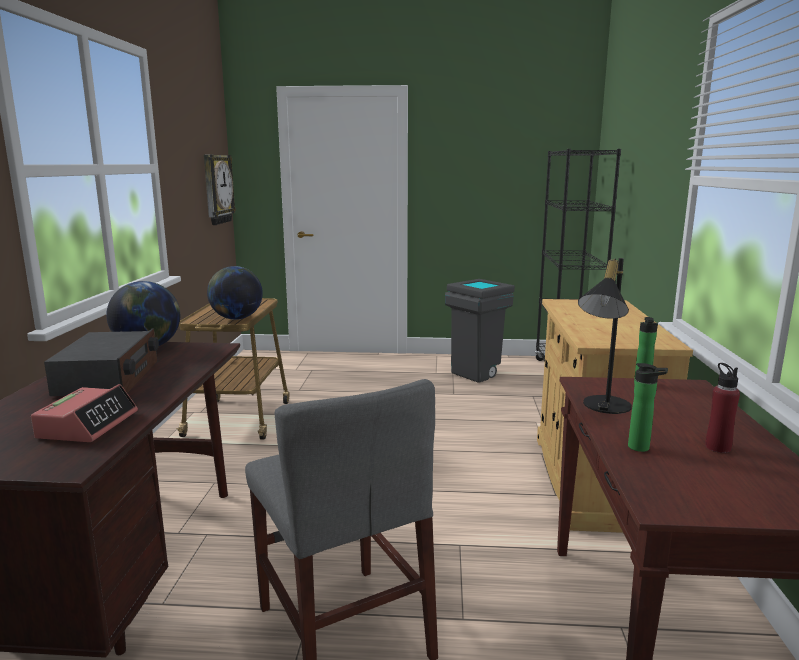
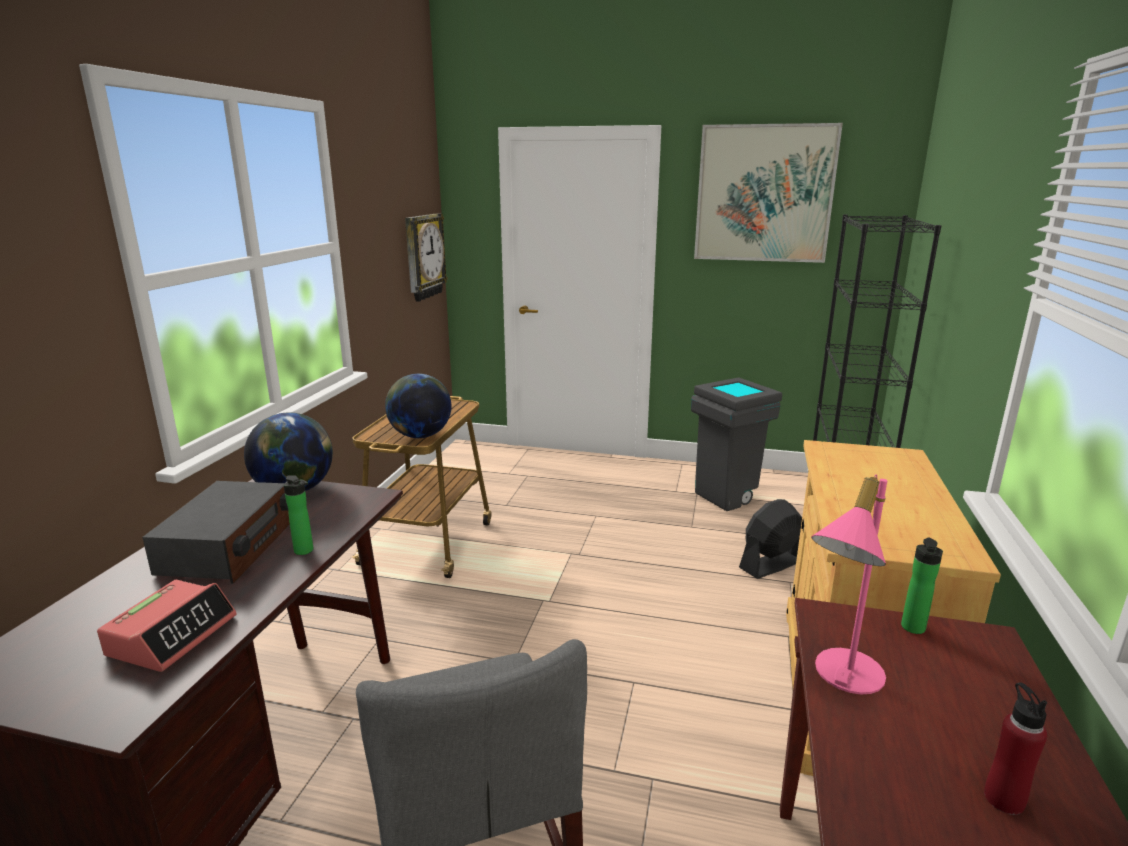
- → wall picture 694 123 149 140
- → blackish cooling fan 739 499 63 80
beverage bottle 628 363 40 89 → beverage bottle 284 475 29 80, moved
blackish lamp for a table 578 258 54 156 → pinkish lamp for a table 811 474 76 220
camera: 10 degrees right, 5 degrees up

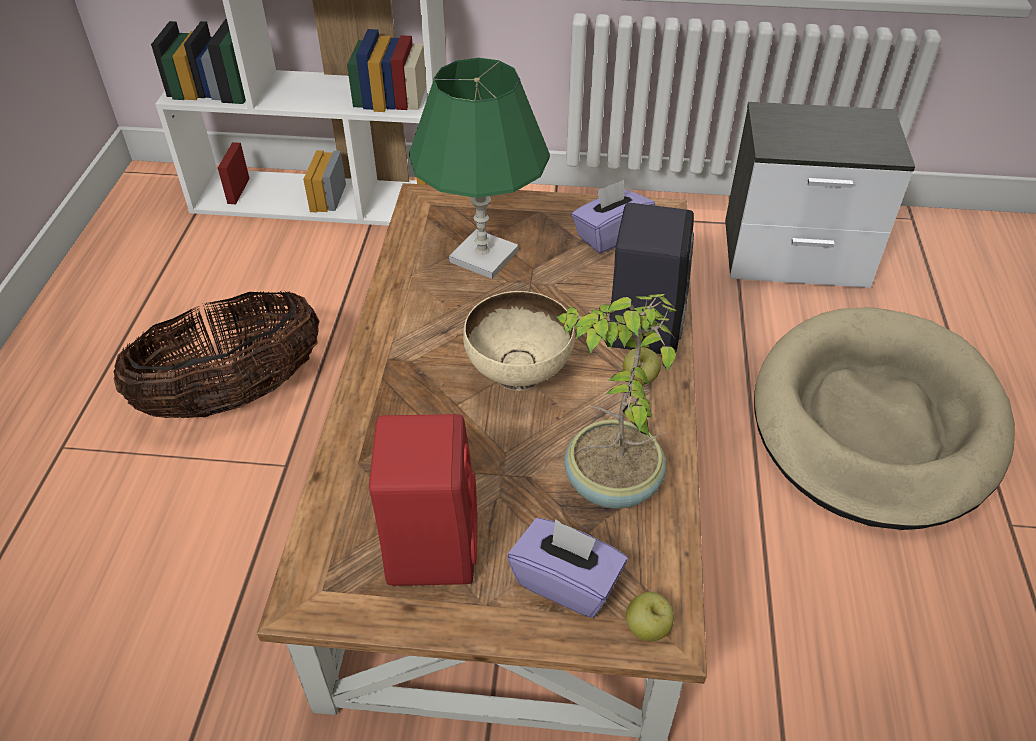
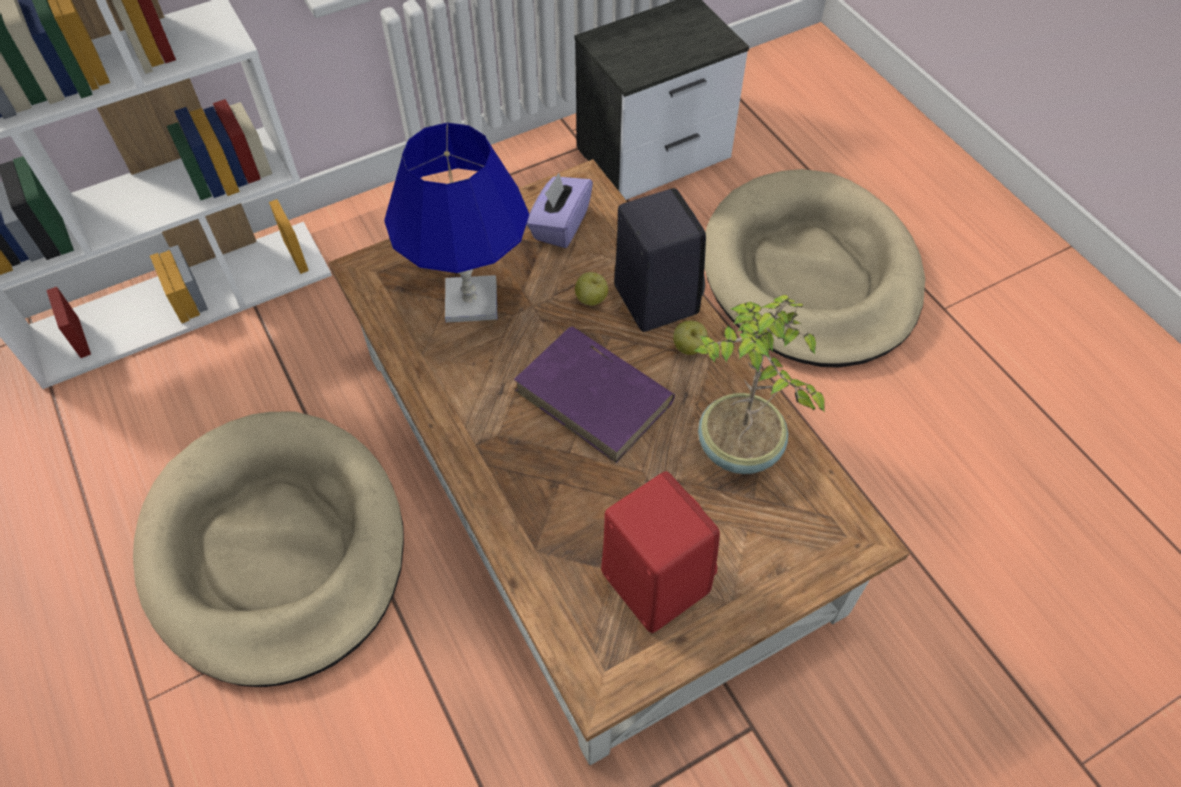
purple-coloured box of tissues 508 518 119 100 → -
apple fruit 626 592 48 49 → apple fruit 575 272 33 34, moved
basket 114 291 205 127 → beige dog cushion 133 412 271 275
beige serving bowl 463 291 112 100 → purple-coloured bound book 514 327 161 136
green lamp for a table 409 57 141 222 → blue-coloured lamp for a table 385 123 144 200
camera: 35 degrees left, 10 degrees up

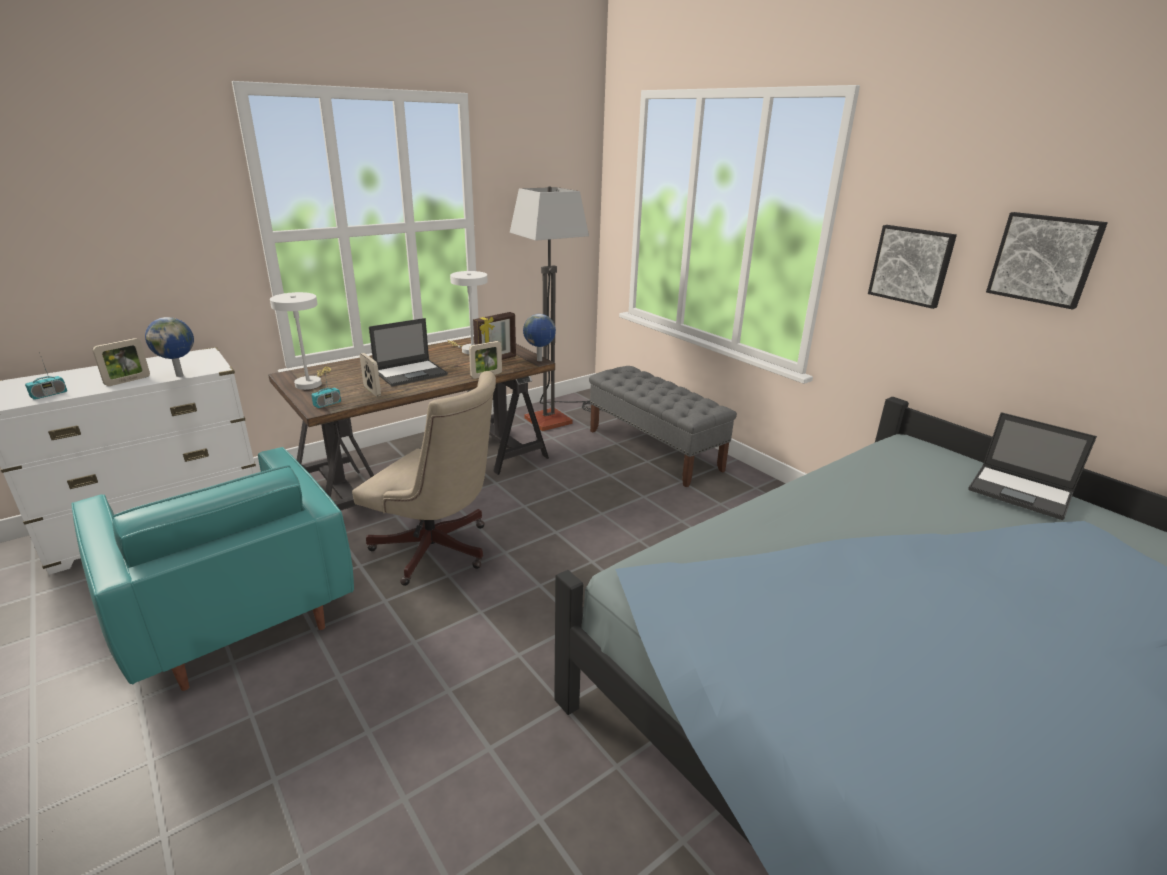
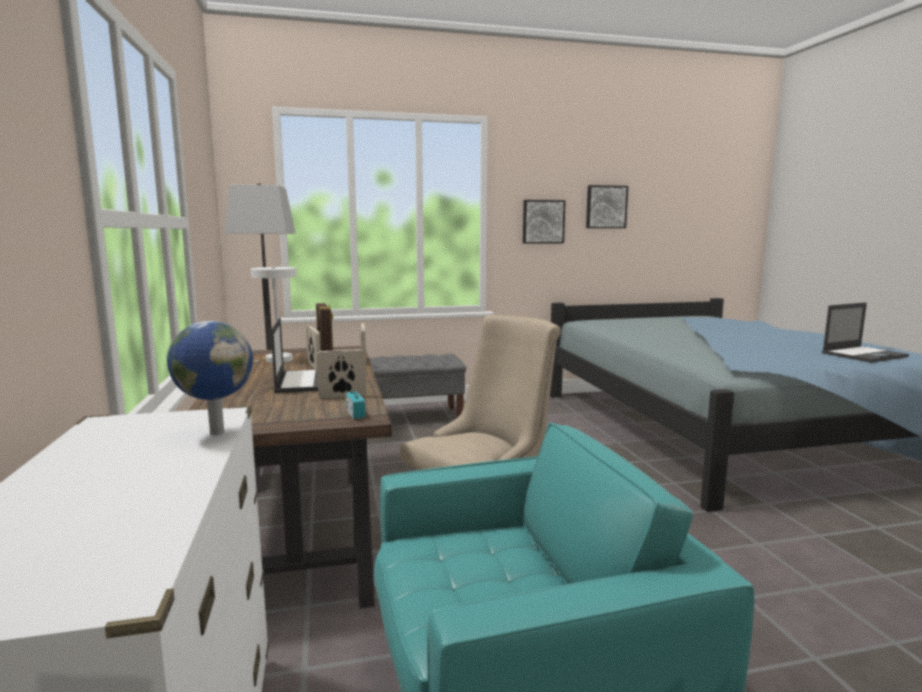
radio receiver 25 352 42 48 → -
white-coloured lamp for a table 270 292 61 98 → -
desk globe 523 314 33 47 → -
photo frame 92 338 58 48 → photo frame 306 326 14 44, moved
laptop 968 412 129 108 → laptop 822 302 87 61, moved
camera: 65 degrees left, 15 degrees down

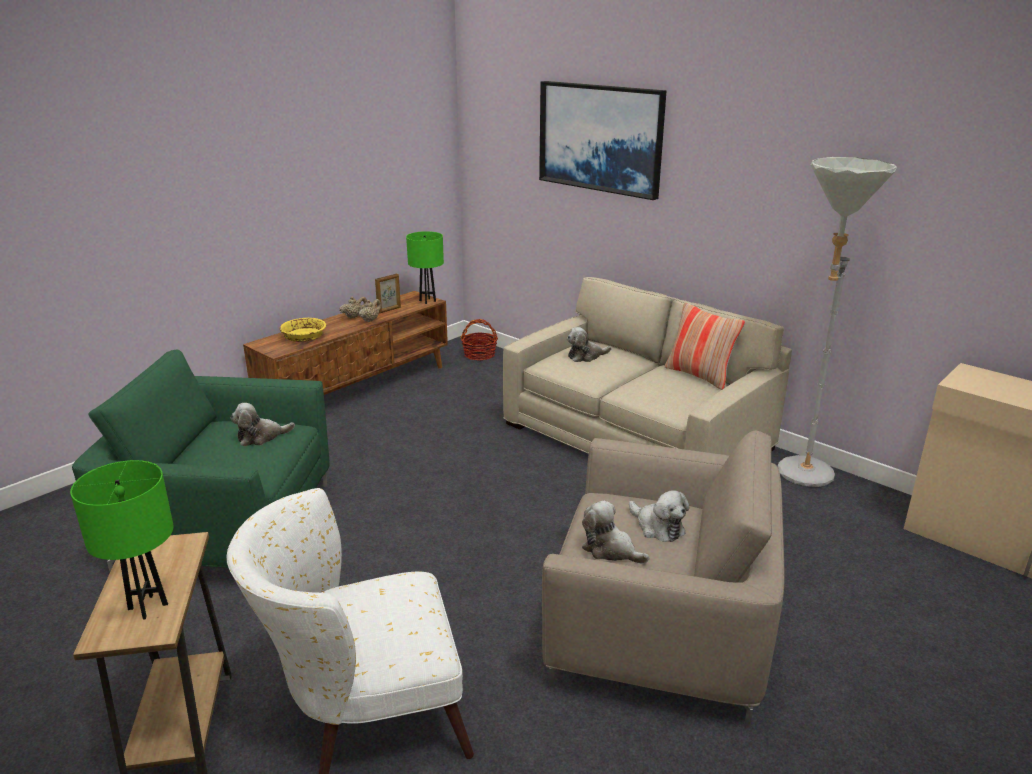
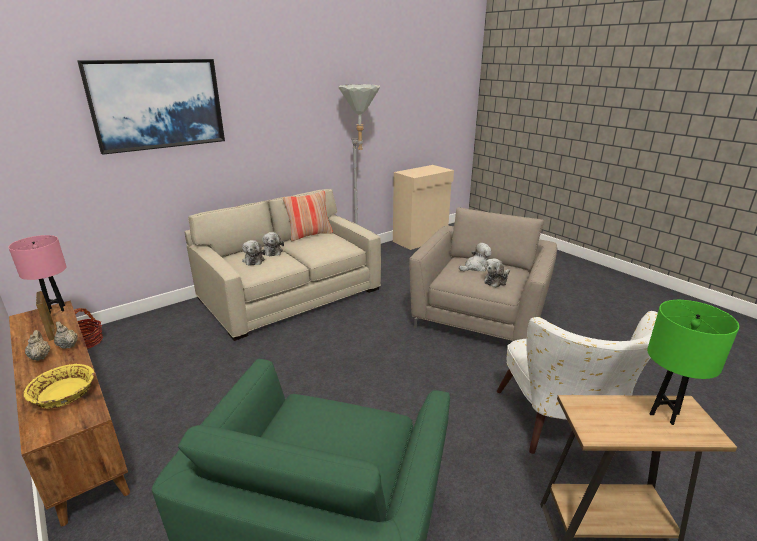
soft toy 231 403 64 43 → soft toy 262 232 22 25, moved
green lamp for a table 406 231 38 73 → pinkish lamp for a table 8 235 59 79
camera: 80 degrees left, 0 degrees up

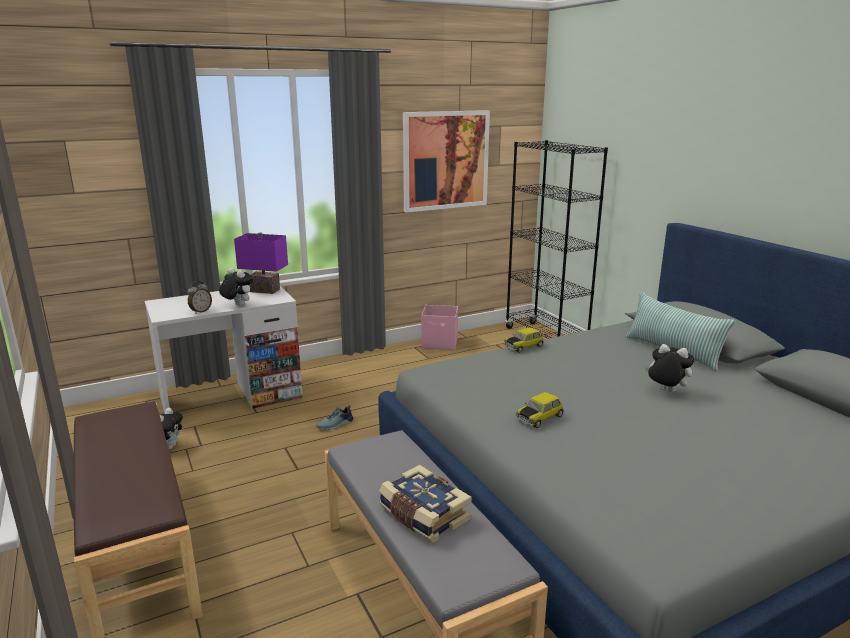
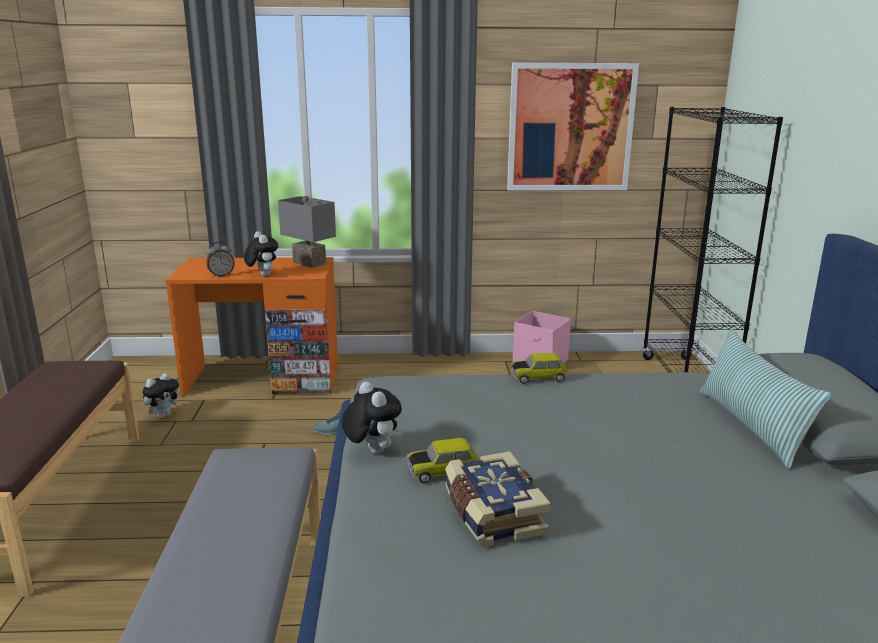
bound book 379 465 93 78 → bound book 445 451 106 96, moved
soft toy 645 344 49 49 → soft toy 342 381 60 73, moved
white-coloured desk 145 286 158 127 → orange desk 166 257 172 139
purple-coloured lamp for a table 234 233 54 61 → gray lamp for a table 278 196 58 72
camera: 25 degrees right, 0 degrees up

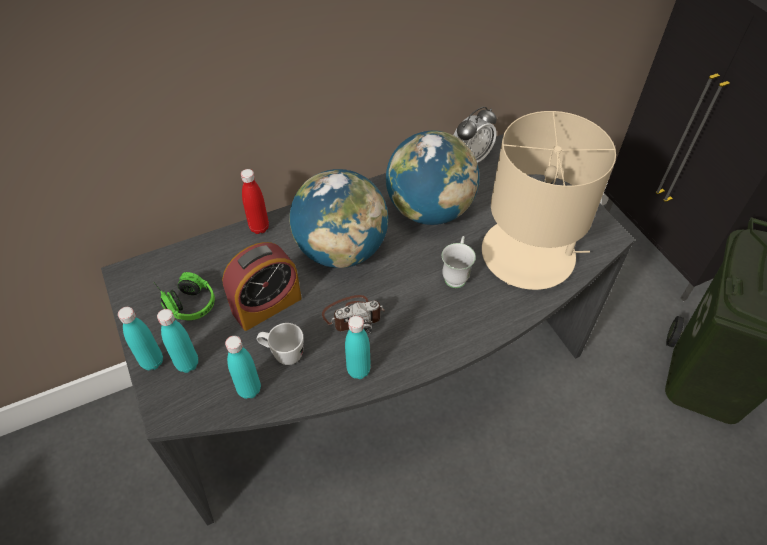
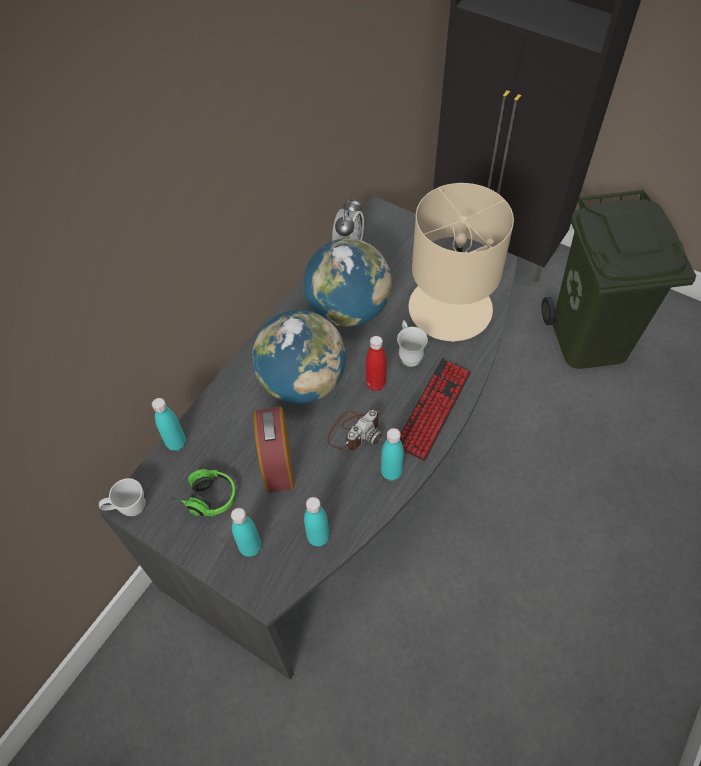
- → PC keyboard 400 359 71 102
blue-green beverage bottle 118 307 45 63 → blue-green beverage bottle 152 398 34 53, moved
red-coloured beverage bottle 241 169 28 65 → red-coloured beverage bottle 366 336 20 55, moved
white-coloured tea mug 257 323 47 42 → white-coloured tea mug 99 478 47 38, moved
bedside clock 222 242 80 89 → bedside clock 253 407 41 86, 150 degrees clockwise
camera: 30 degrees left, 5 degrees up

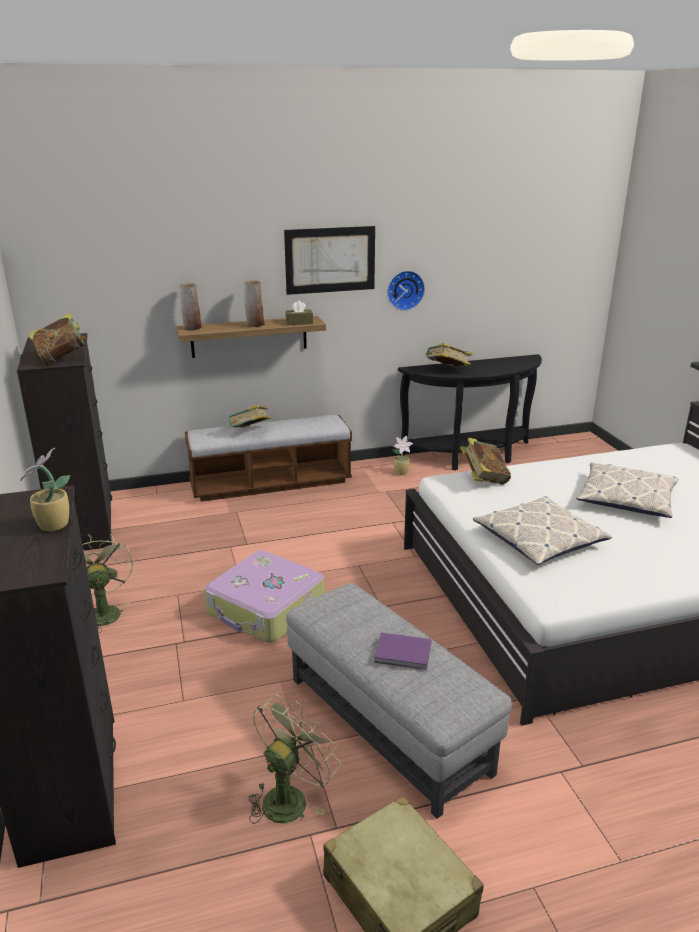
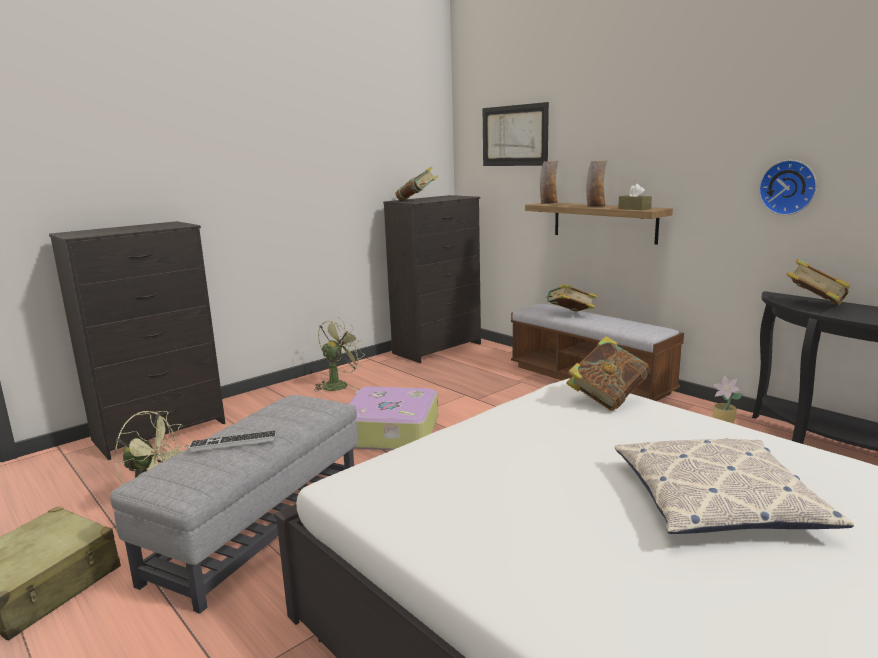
potted plant 20 448 50 83 → -
pillow 473 496 139 69 → -
wall picture 284 226 91 69 → wall picture 483 102 66 64, moved
purple-coloured bound book 374 633 57 37 → PC keyboard 188 431 89 21
camera: 65 degrees right, 10 degrees down

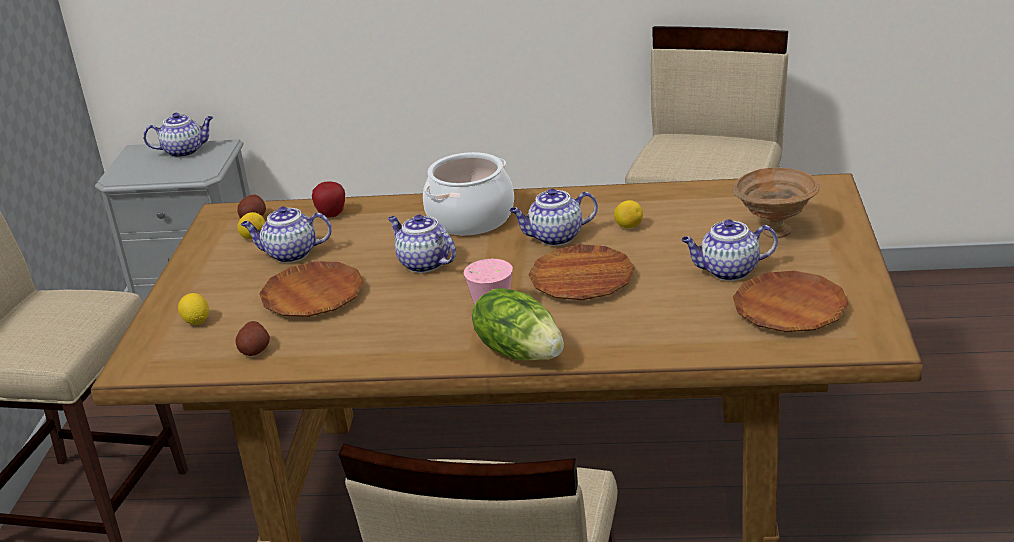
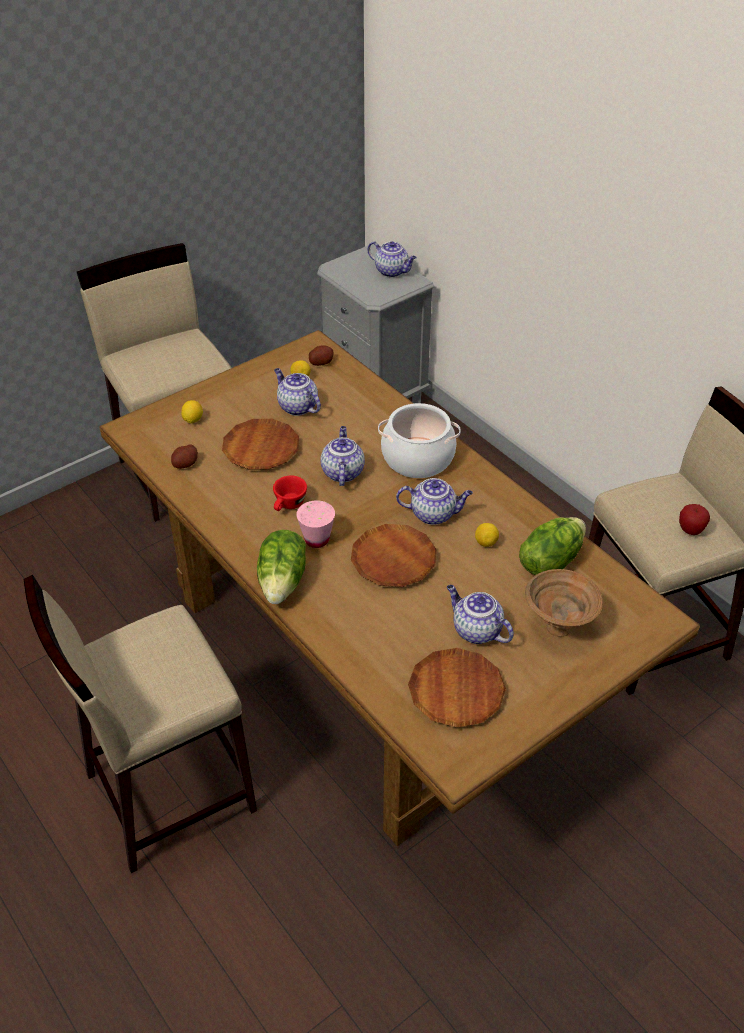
- → red-coloured small cup 273 476 34 35
- → head of lettuce 519 517 67 58
apple fruit 312 181 33 37 → apple fruit 679 504 31 31, moved
teapot 509 189 89 57 → teapot 396 478 77 47, 150 degrees clockwise
camera: 45 degrees right, 15 degrees up

